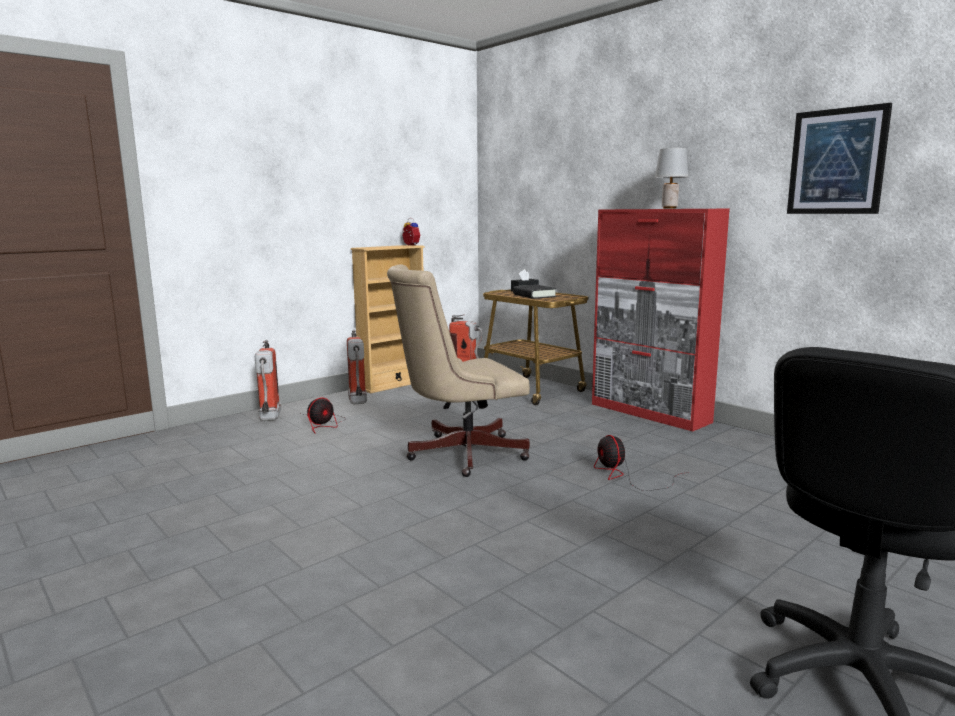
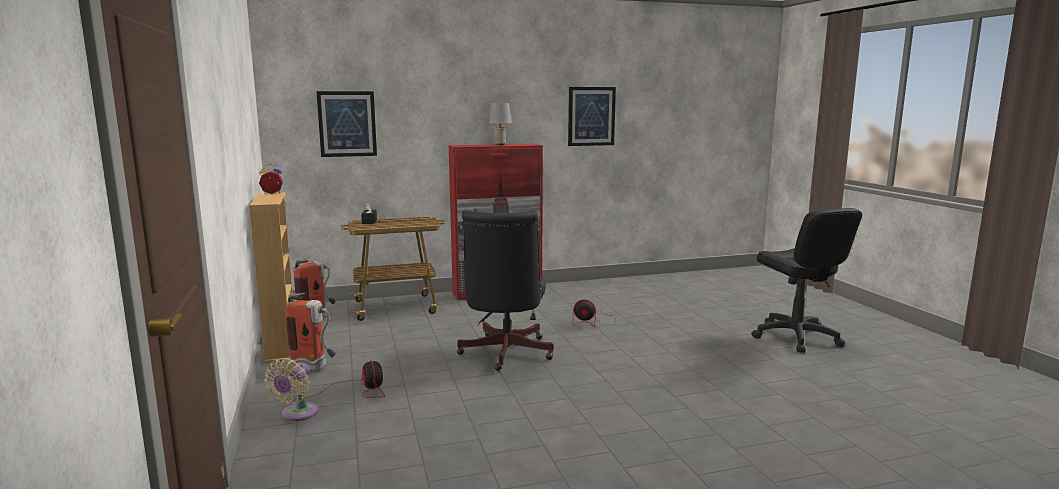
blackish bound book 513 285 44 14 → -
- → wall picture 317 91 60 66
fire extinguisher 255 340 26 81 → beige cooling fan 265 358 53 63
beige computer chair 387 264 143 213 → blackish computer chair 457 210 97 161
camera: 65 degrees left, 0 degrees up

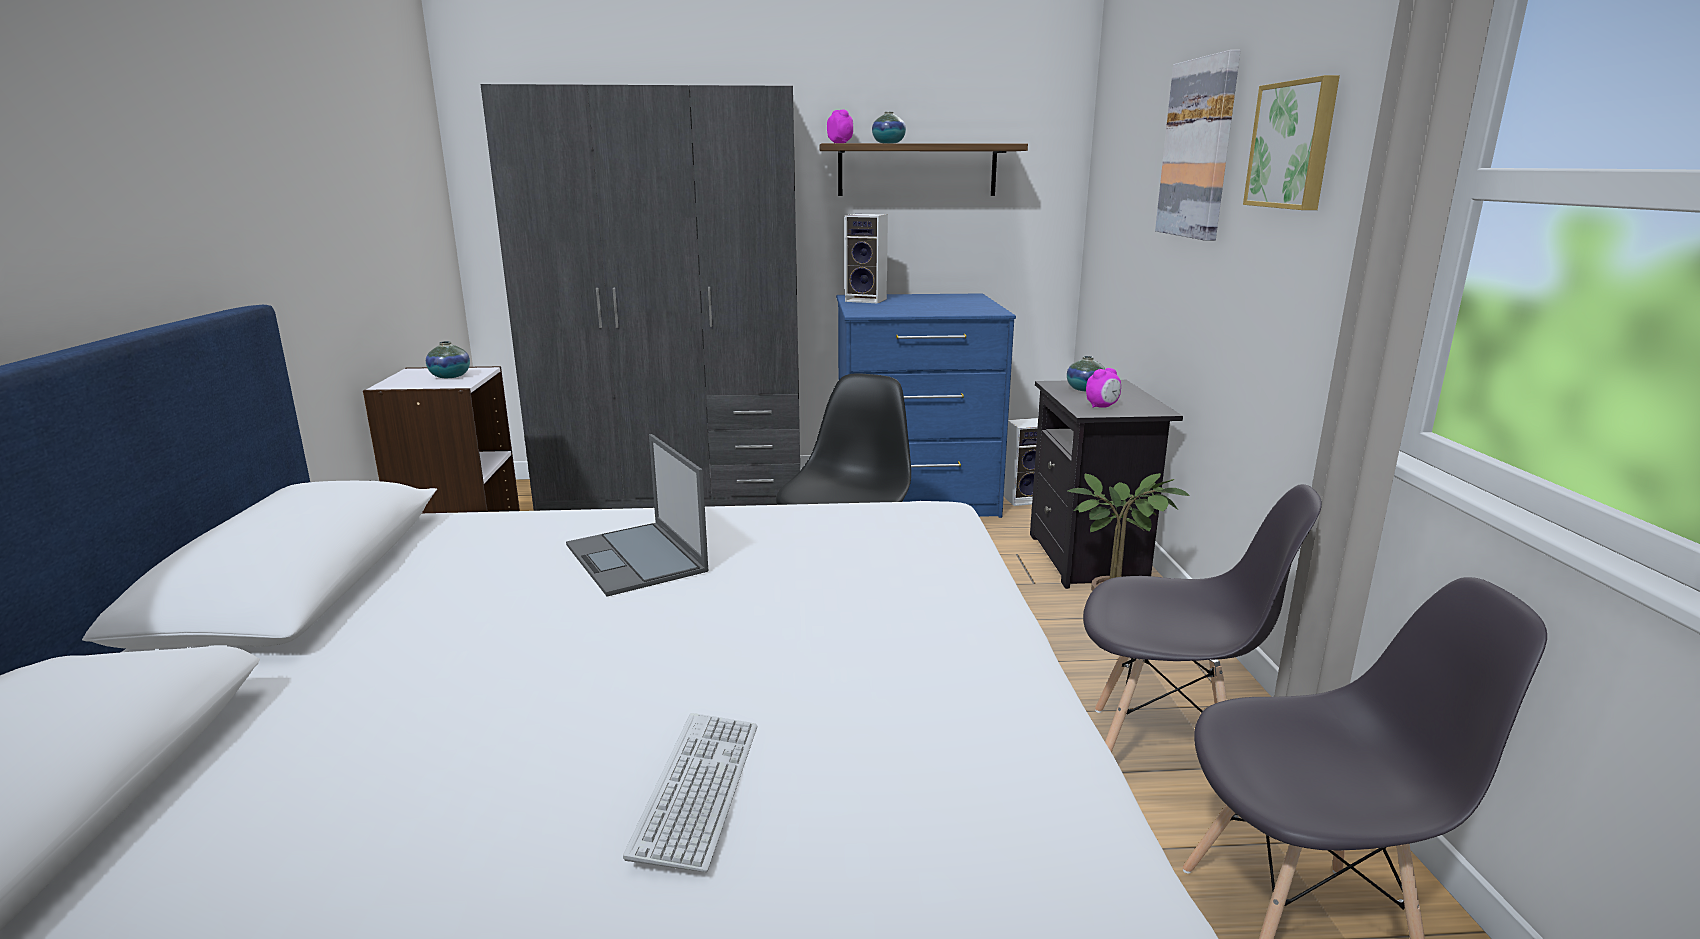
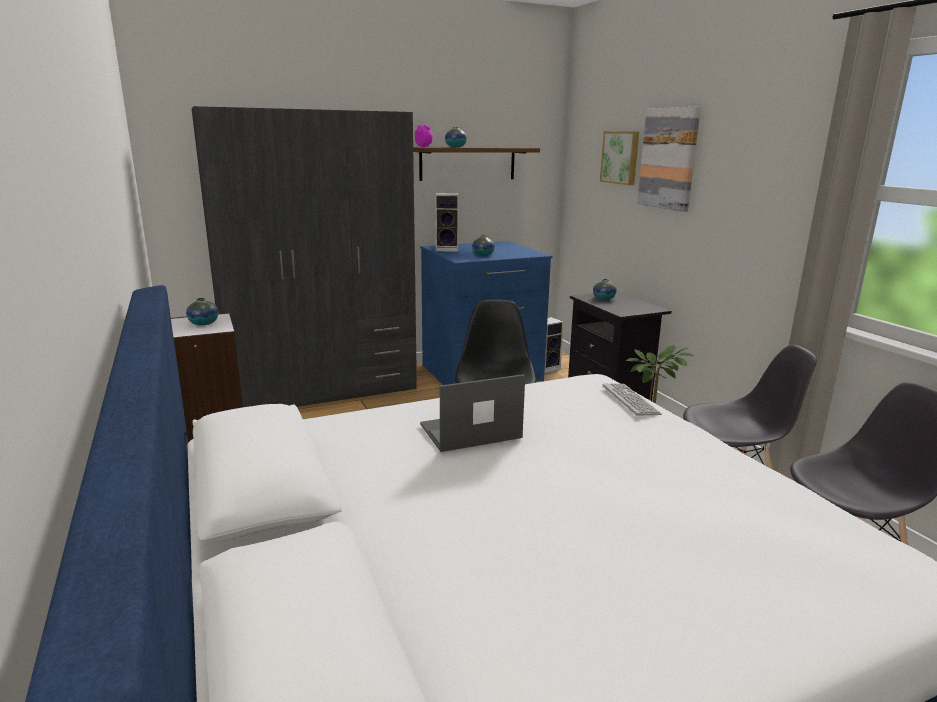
bedside clock 1086 368 35 40 → -
- → flower vase 472 235 23 21
PC keyboard 623 713 135 159 → PC keyboard 603 383 59 33, moved
wall picture 1243 75 97 135 → wall picture 600 131 39 54, moved
laptop 566 434 142 163 → laptop 420 374 105 78, 120 degrees clockwise
camera: 20 degrees left, 0 degrees up

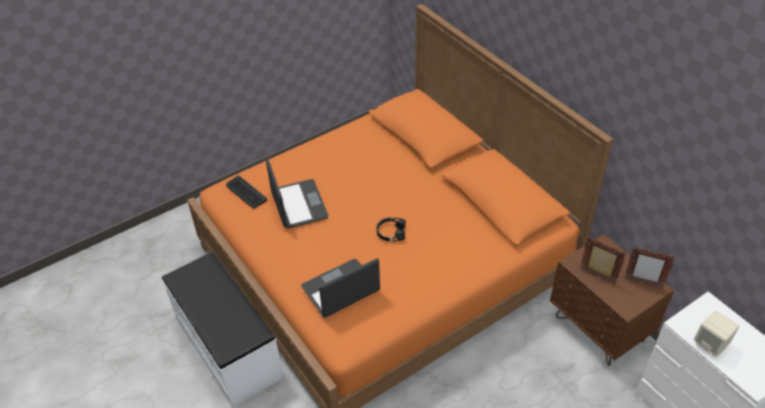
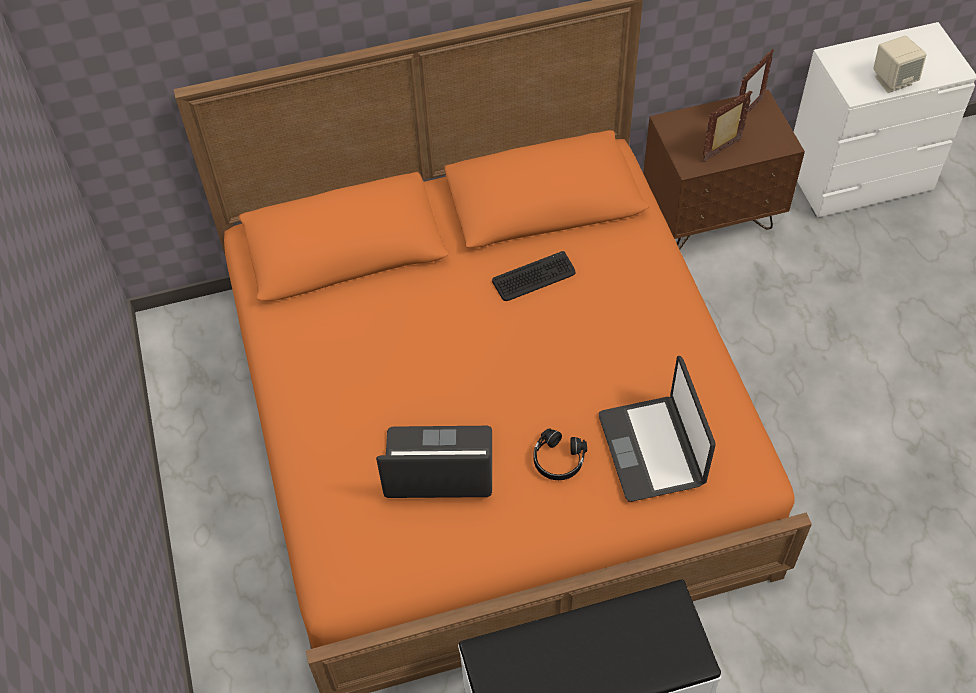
PC keyboard 226 175 41 33 → PC keyboard 492 251 84 50, moved
blackish pair of headphones 376 217 30 24 → blackish pair of headphones 533 428 54 52, moved
camera: 70 degrees left, 10 degrees up

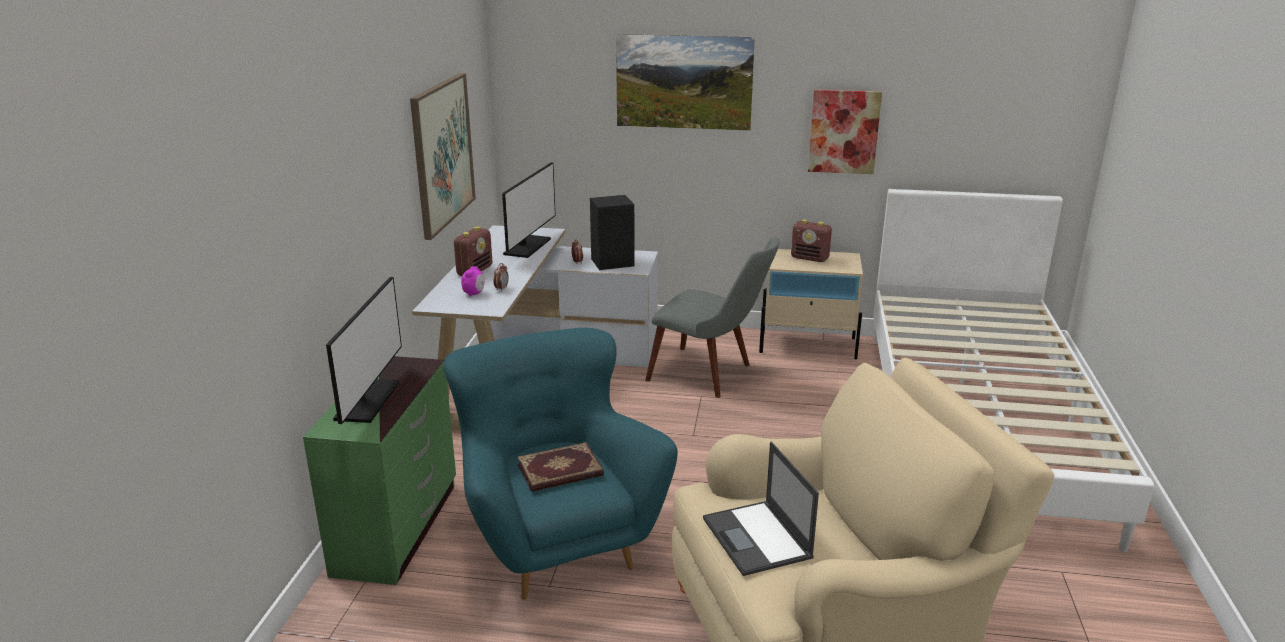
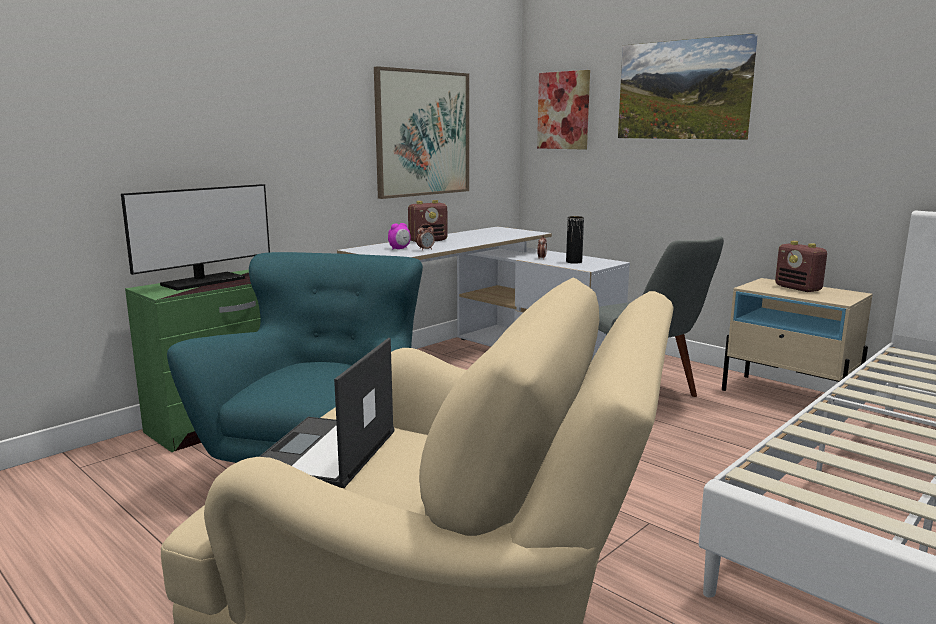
computer screen 502 162 54 96 → -
bound book 517 442 87 50 → -
wall picture 808 90 74 84 → wall picture 537 70 53 80, moved
blackish loudspeaker 590 195 45 75 → blackish flower vase 566 216 18 48
camera: 35 degrees right, 10 degrees down

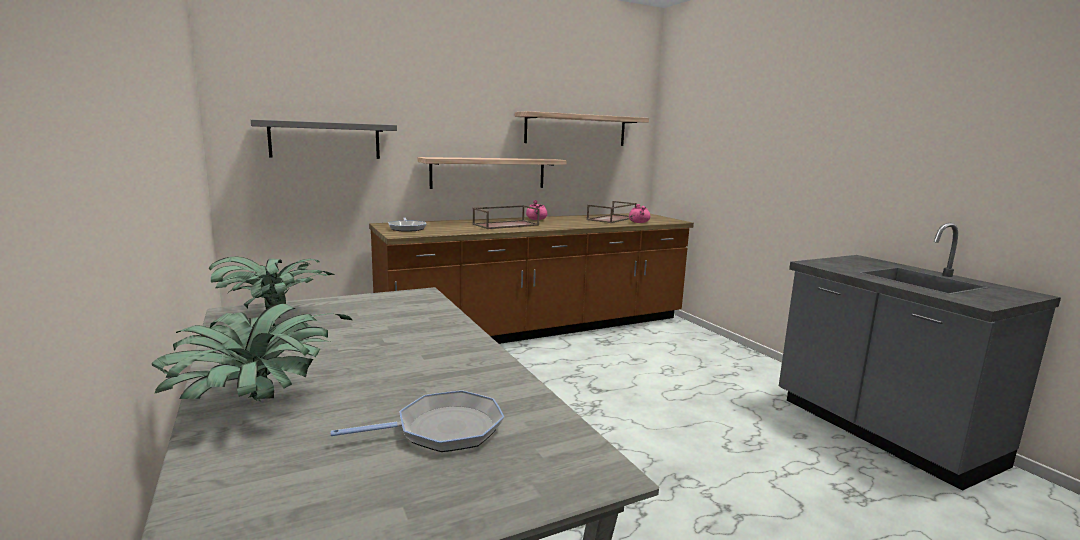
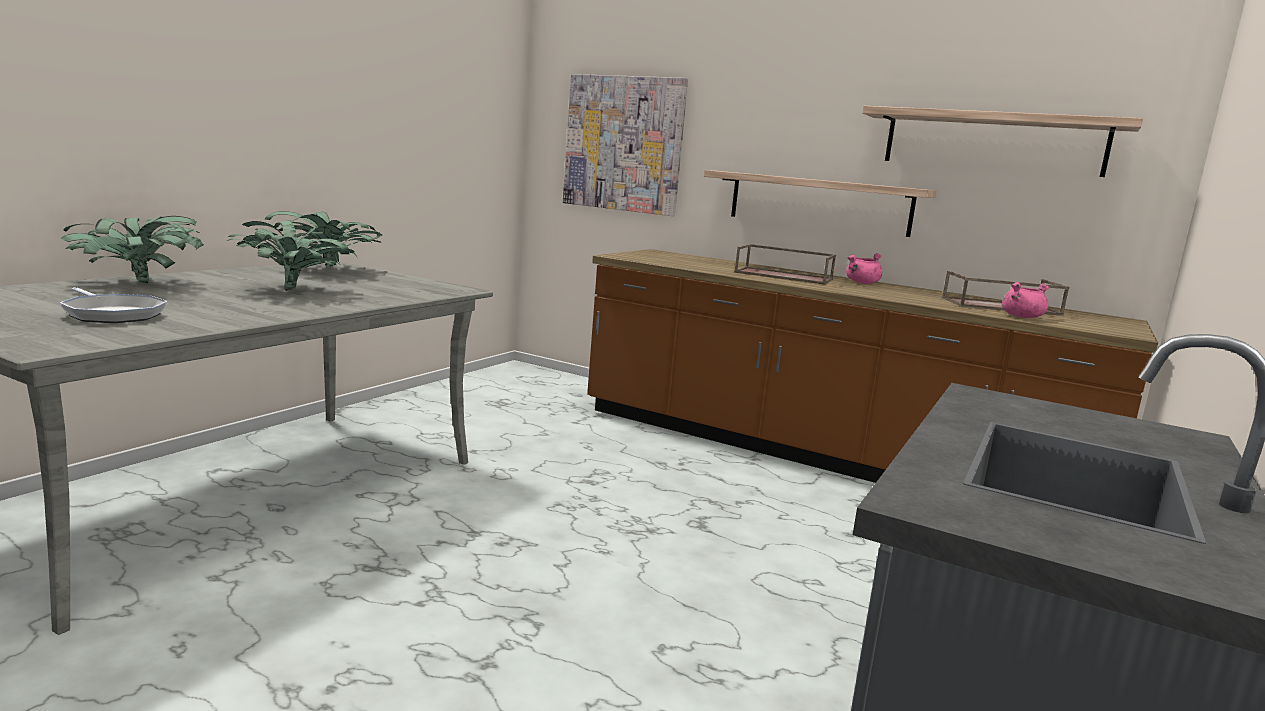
pan 388 217 38 15 → -
- → potted plant 227 220 129 71
gray wall shelf 251 119 146 40 → wall picture 563 74 125 142
camera: 55 degrees right, 0 degrees up

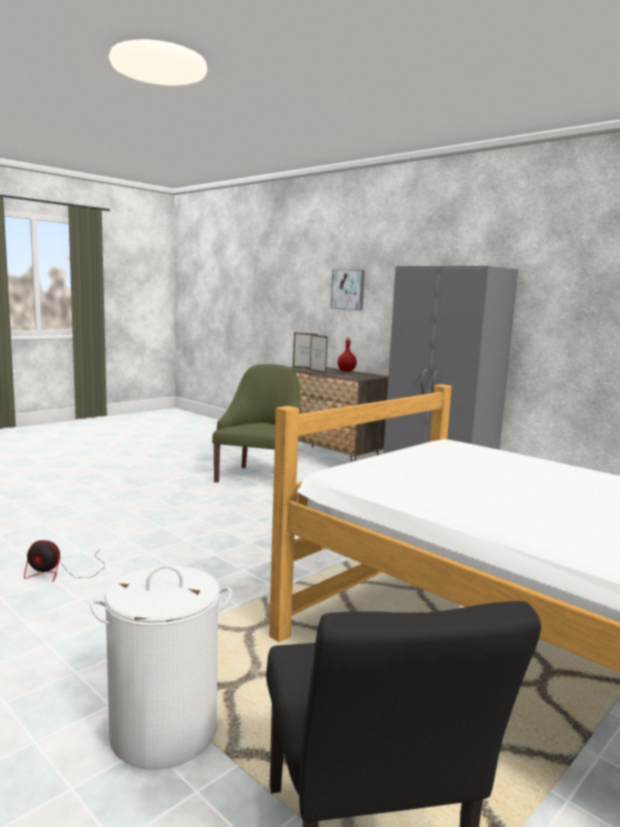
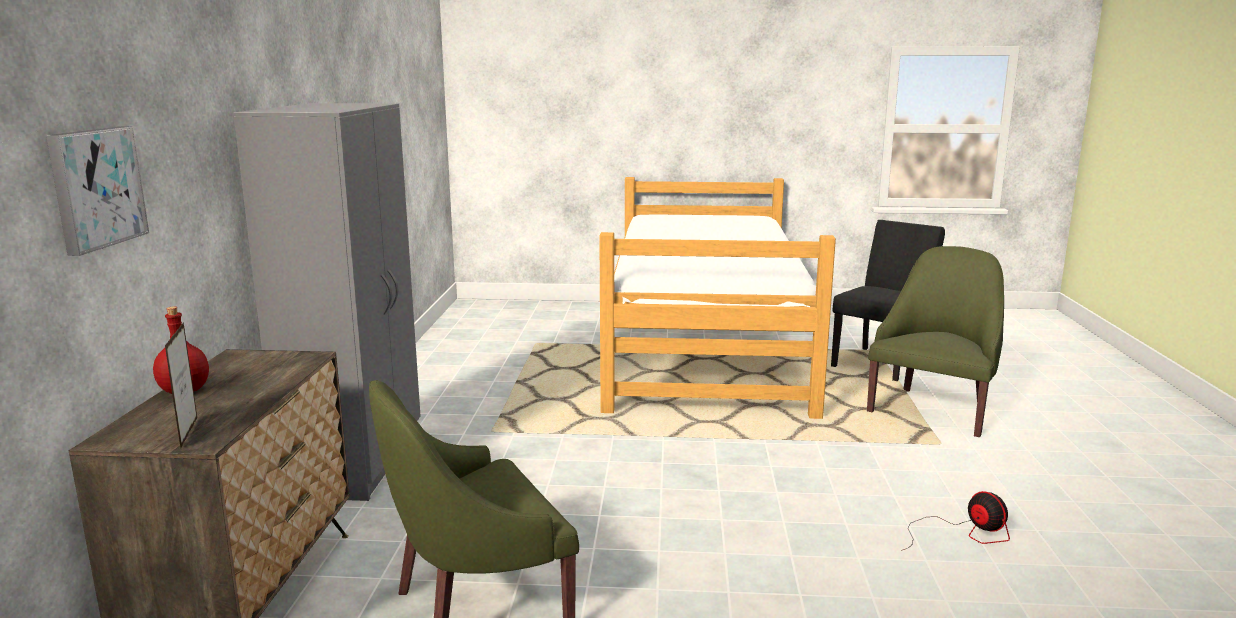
photo frame 310 334 18 40 → -
white-coloured washing basket 90 565 142 205 → green easy chair 867 246 137 191
camera: 130 degrees left, 5 degrees up

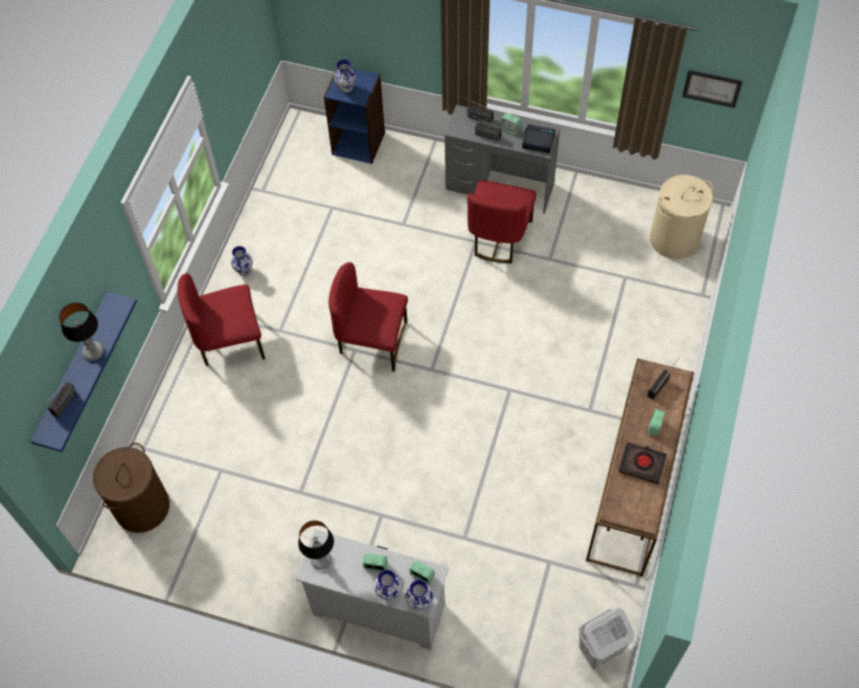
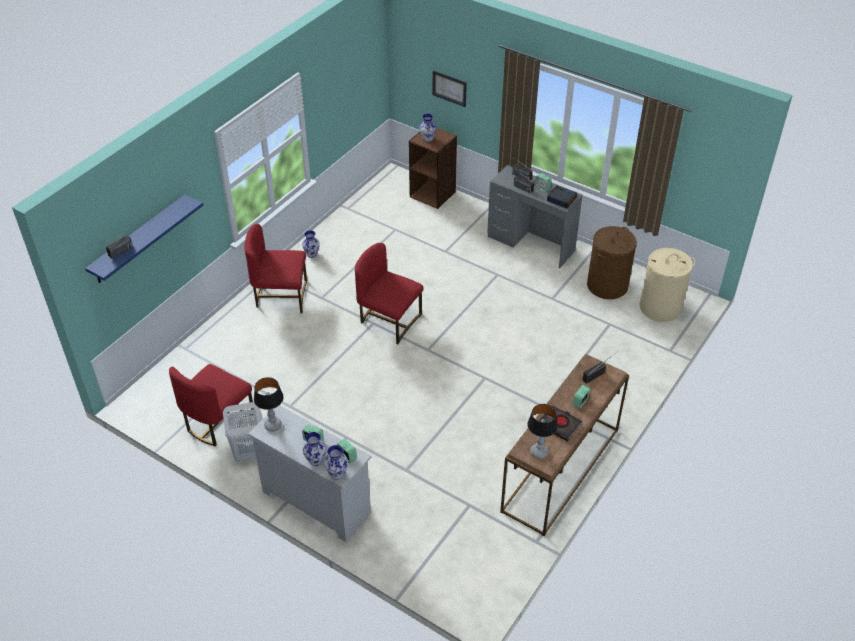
lamp for a table 59 302 45 59 → lamp for a table 527 404 31 55, moved
brownish washing basket 93 443 77 90 → brownish washing basket 587 226 50 73, moved
red-coloured plain chair 467 180 69 83 → red-coloured plain chair 169 364 85 82, moved
white-coloured washing basket 579 608 55 61 → white-coloured washing basket 223 402 40 59, moved
wall picture 682 70 61 38 → wall picture 433 70 34 37, moved
blue-coloured bookcase 324 67 61 97 → brownish bookcase 409 128 48 81
camera: 15 degrees right, 15 degrees down

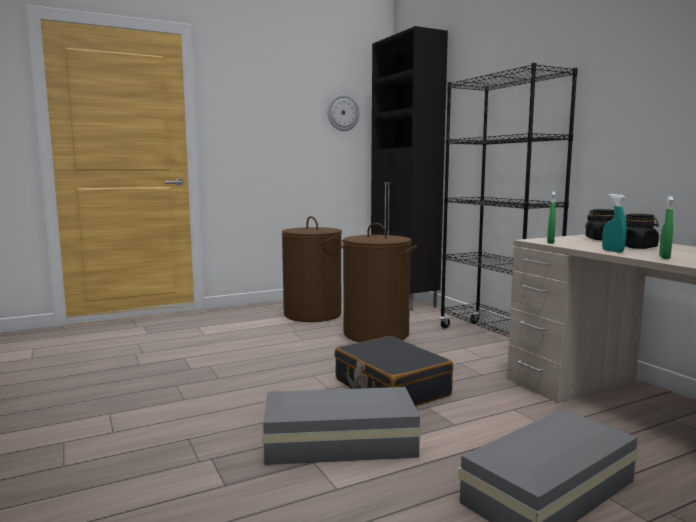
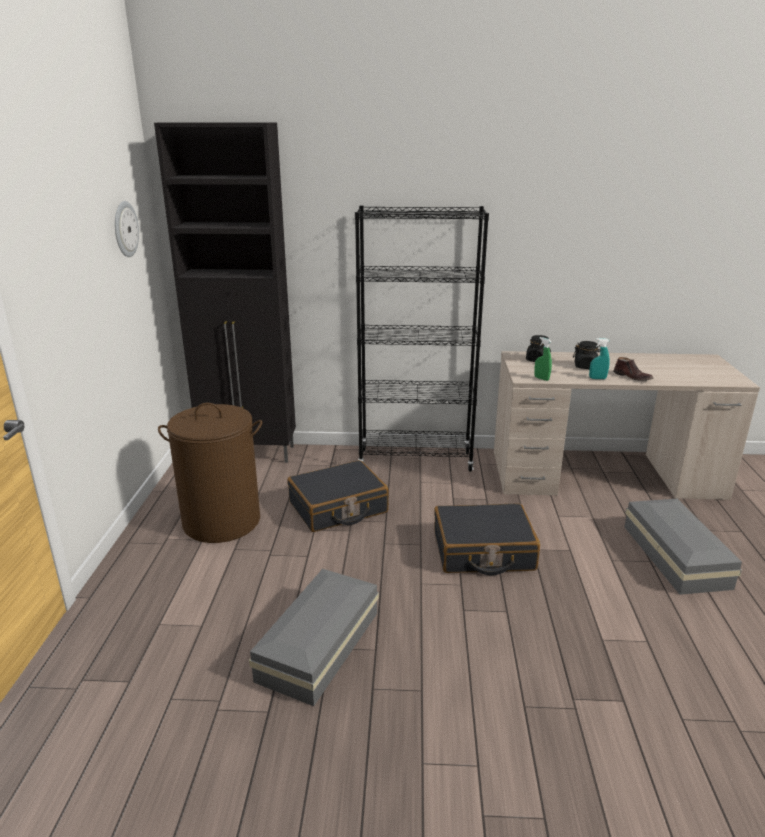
gray storage container 262 387 160 78 → gray storage container 249 569 130 137, moved
brownish washing basket 340 223 77 119 → blackish travel case 287 460 102 72
green hand sprayer 659 196 14 63 → brownish low shoe 613 357 40 24
camera: 60 degrees left, 15 degrees up

